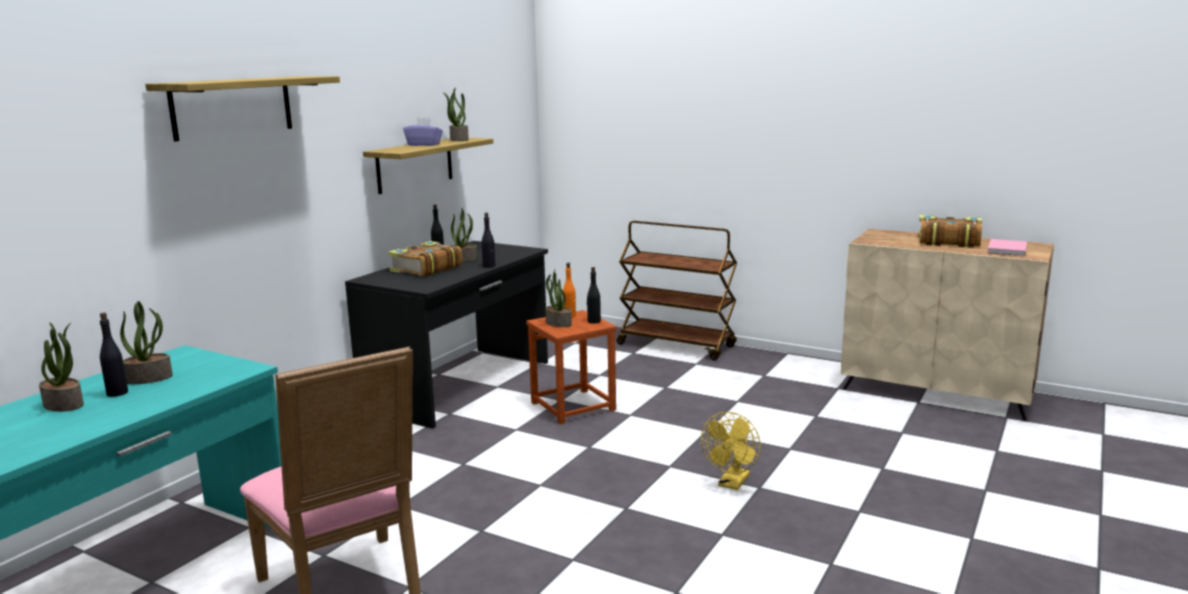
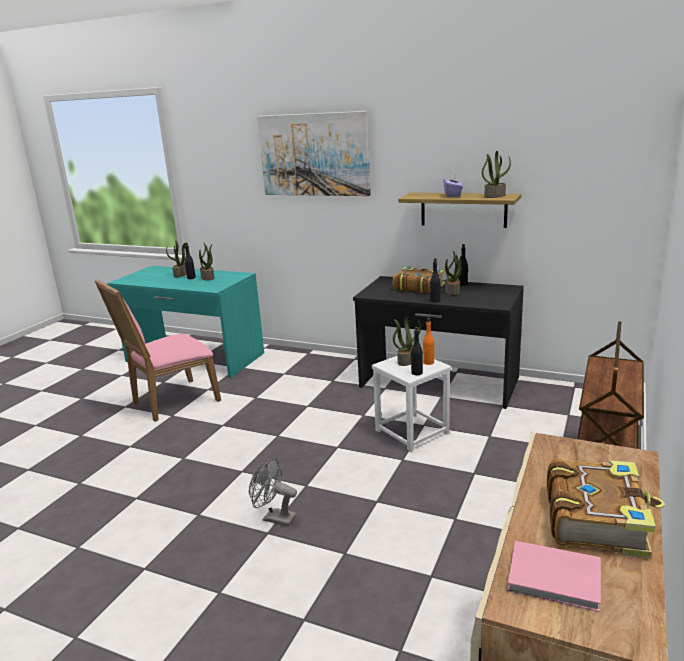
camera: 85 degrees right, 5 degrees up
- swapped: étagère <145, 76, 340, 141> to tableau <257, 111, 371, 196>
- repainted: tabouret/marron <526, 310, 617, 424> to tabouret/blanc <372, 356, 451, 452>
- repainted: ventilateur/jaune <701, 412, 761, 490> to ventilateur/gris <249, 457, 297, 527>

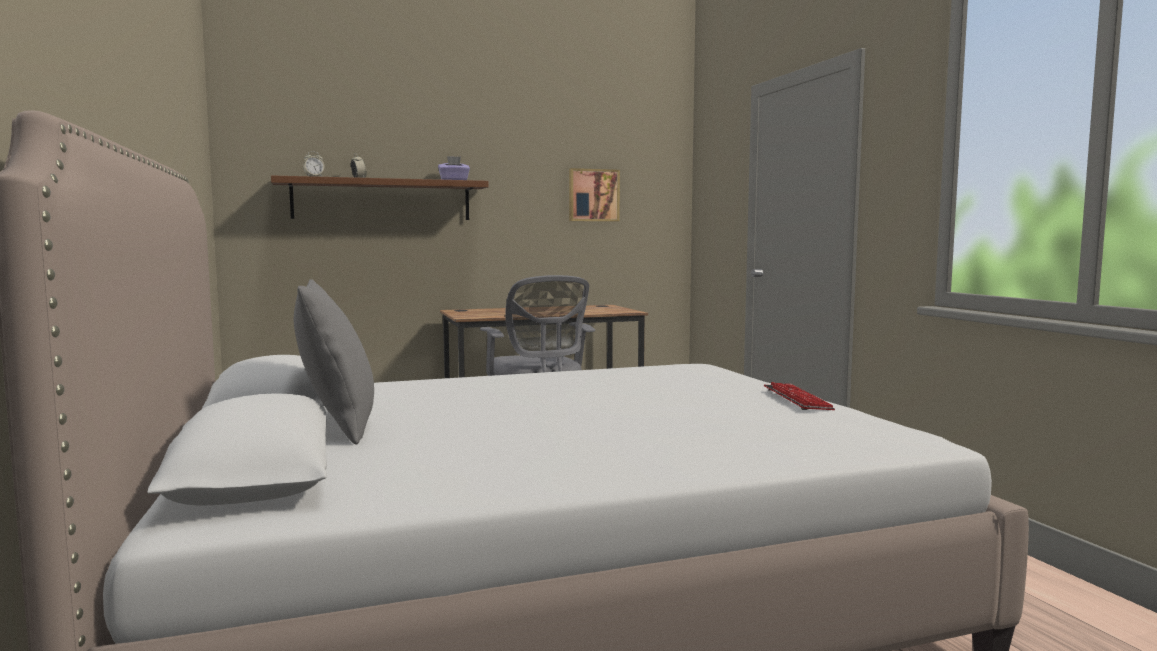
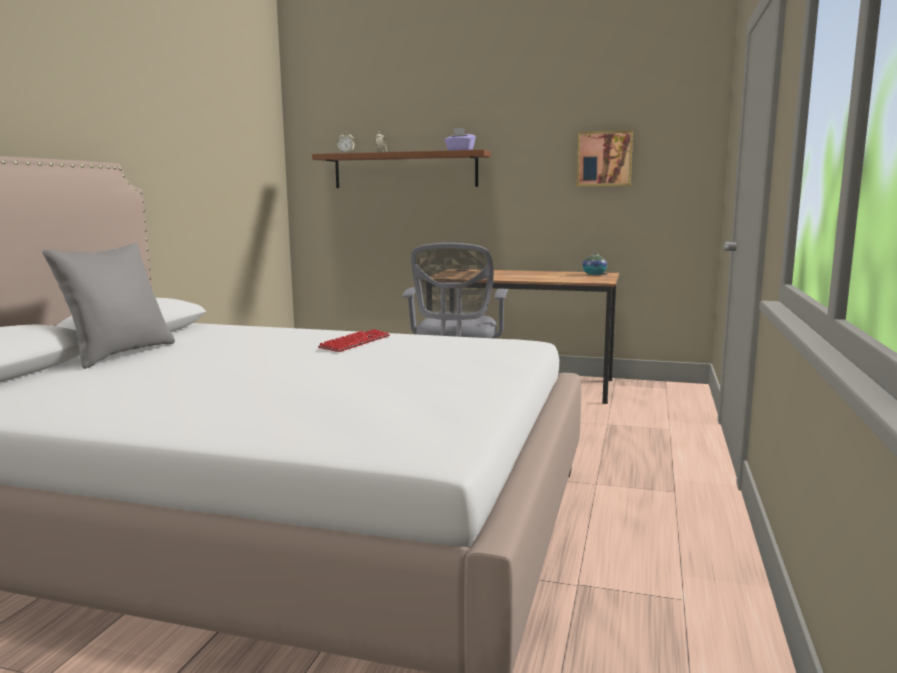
camera: 35 degrees right, 5 degrees up
- shifted: clavier <764, 382, 835, 410> to <318, 329, 390, 352>
- new: vase <582, 253, 607, 275>

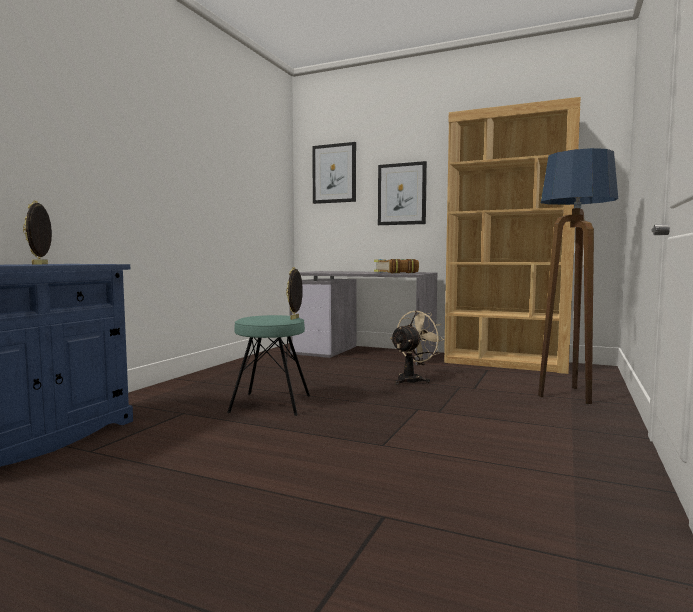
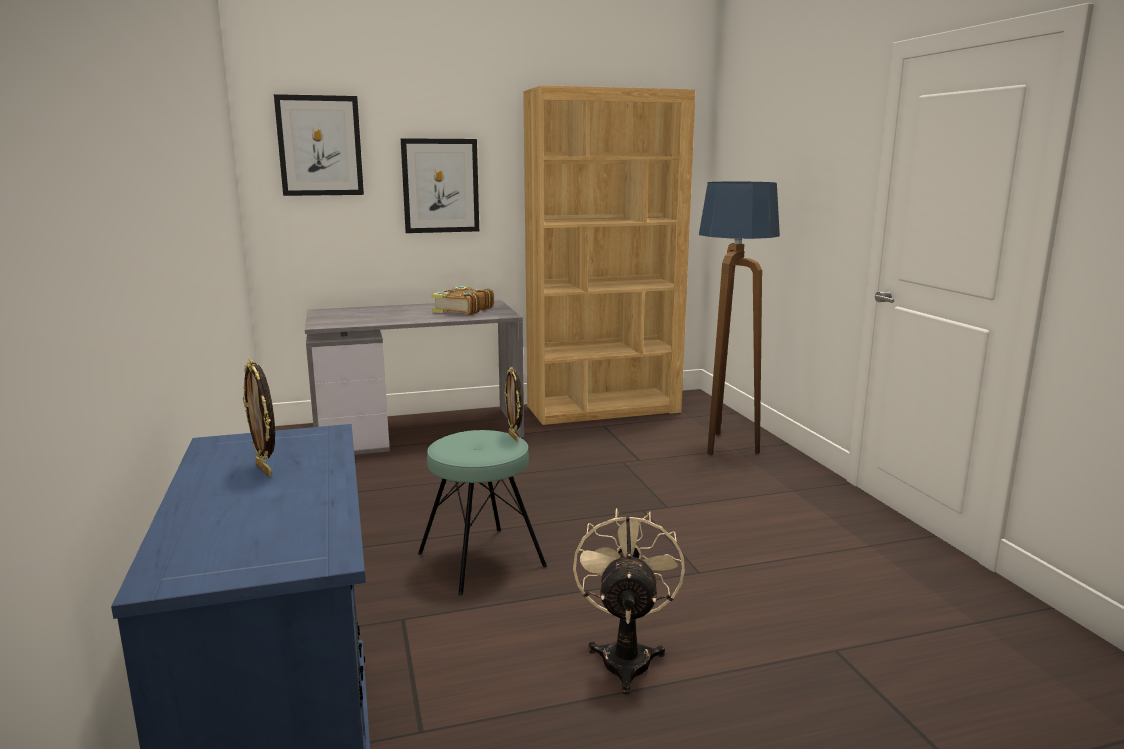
camera: 40 degrees left, 10 degrees up
- shifted: ventilateur/beige <390, 310, 445, 385> to <573, 508, 685, 694>

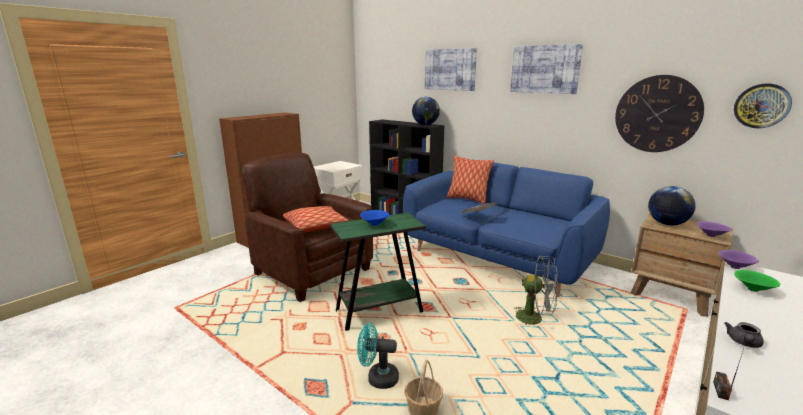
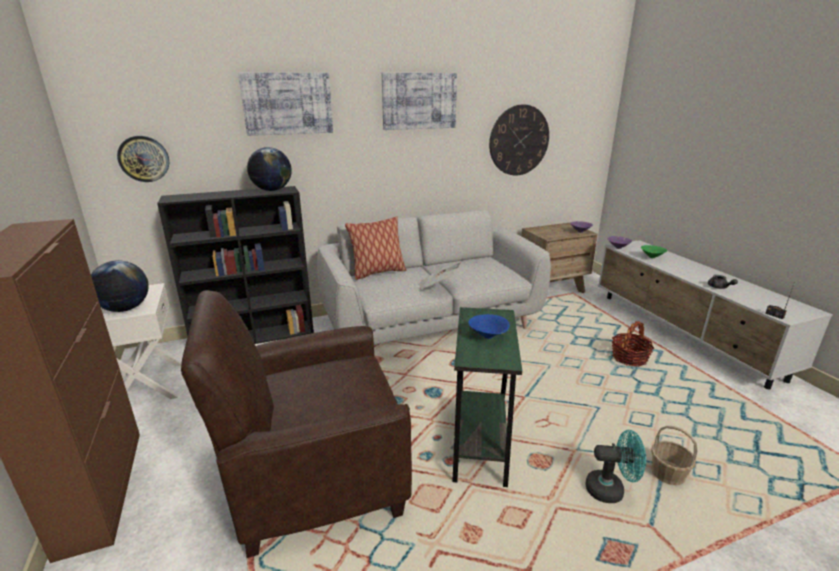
camera: 60 degrees left, 5 degrees up
- shifted: horloge murale <734, 83, 792, 128> to <117, 136, 169, 182>
- repainted: canapé/bleu <403, 159, 610, 297> to canapé/gris <317, 210, 551, 345>
- shifted: globe <648, 186, 696, 226> to <91, 260, 149, 312>
- gone: coussin <283, 206, 349, 232>
- gone: ventilateur/gris <515, 255, 558, 325>
- rotated: ventilateur/turquoise <357, 323, 399, 389> = <585, 430, 646, 503> 120 degrees counterclockwise
- new: panier <612, 321, 654, 367>

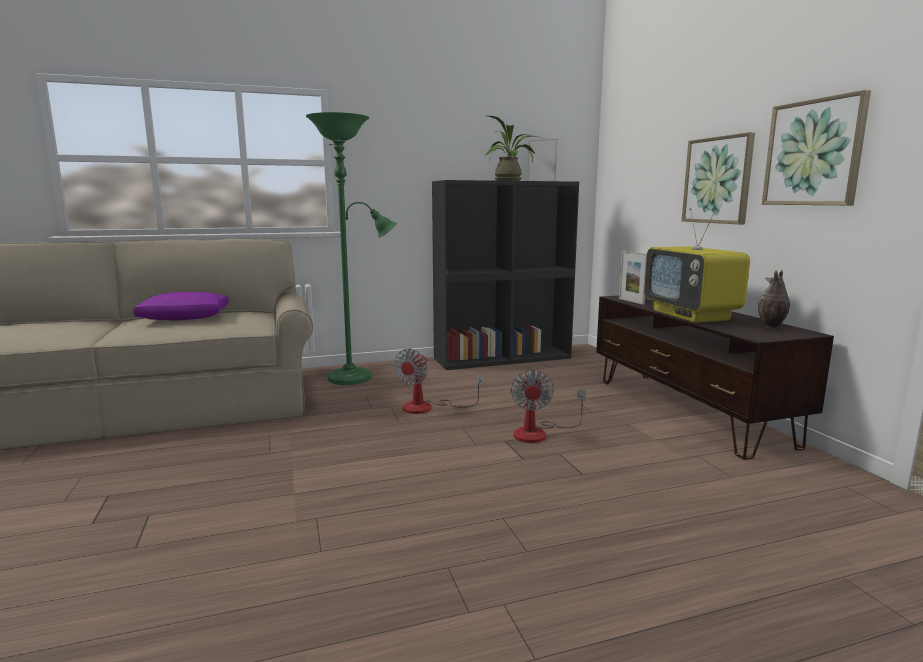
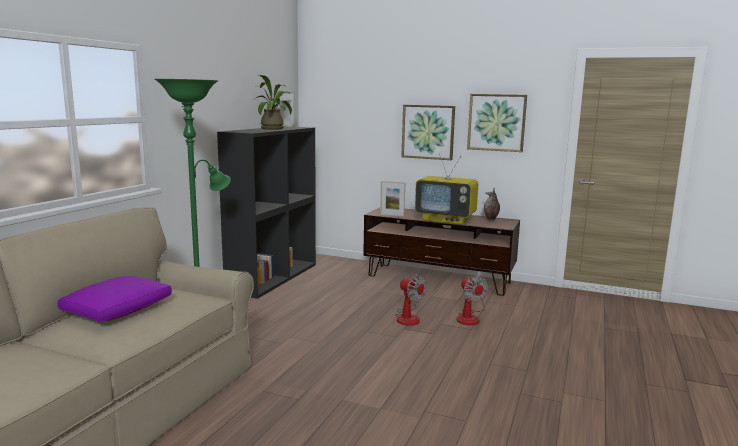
camera: 50 degrees left, 0 degrees up
- shifted: ventilateur <394, 349, 484, 414> to <457, 275, 488, 325>

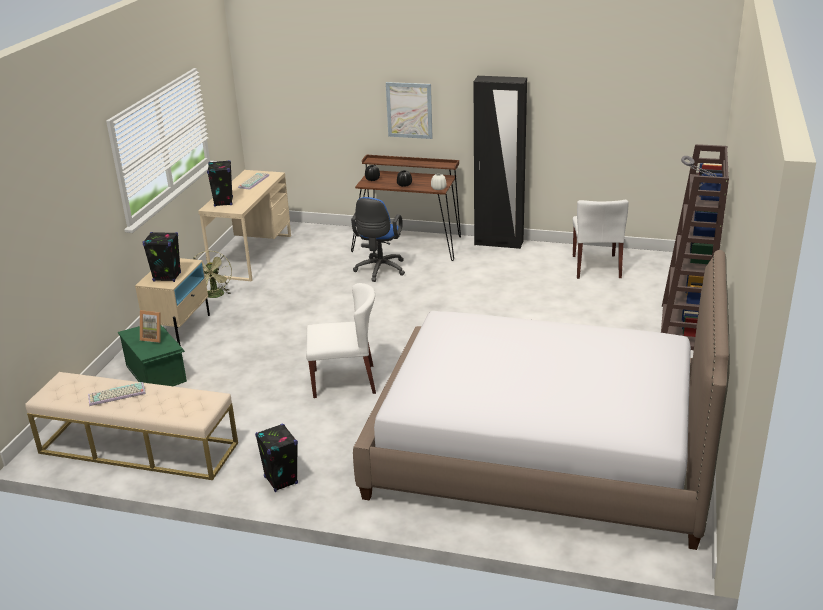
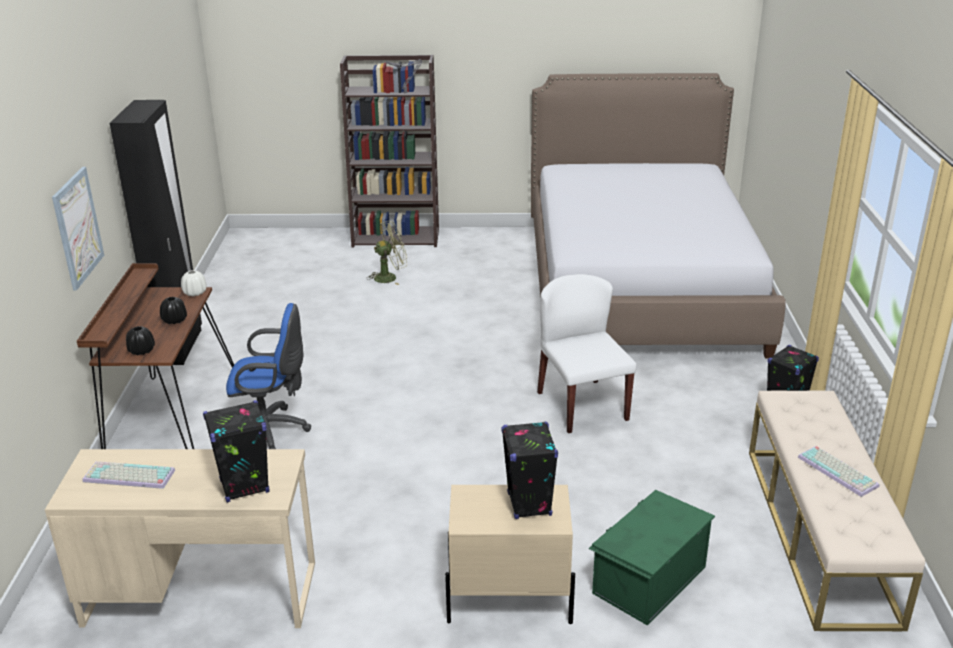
camera: 105 degrees left, 0 degrees up
- gone: chaise/blanc <573, 200, 629, 279>
- shifted: ventilateur/vert <193, 251, 232, 298> to <366, 221, 407, 285>
- gone: cadre photo <140, 310, 161, 343>

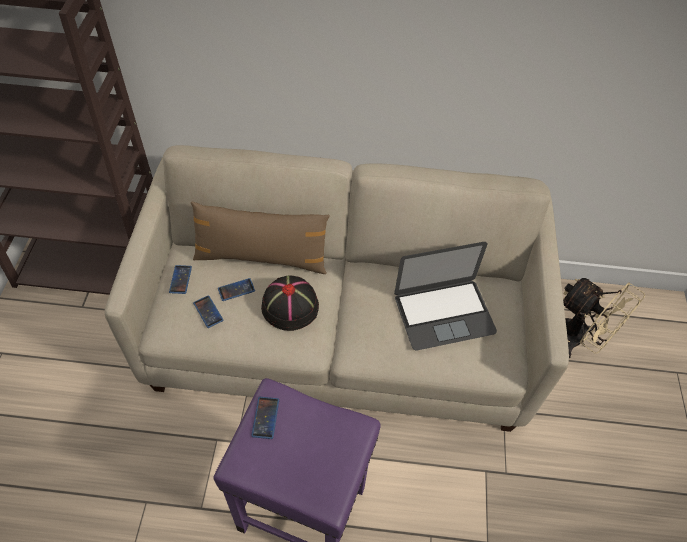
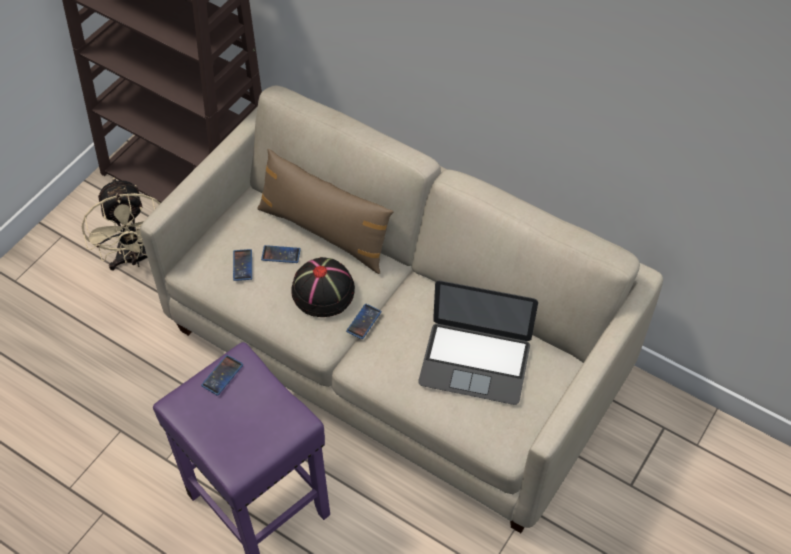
camera: 30 degrees right, 0 degrees up
- shifted: téléphone <169, 265, 192, 294> to <346, 304, 381, 339>
- shifted: ventilateur/beige <563, 278, 645, 358> to <81, 178, 161, 270>

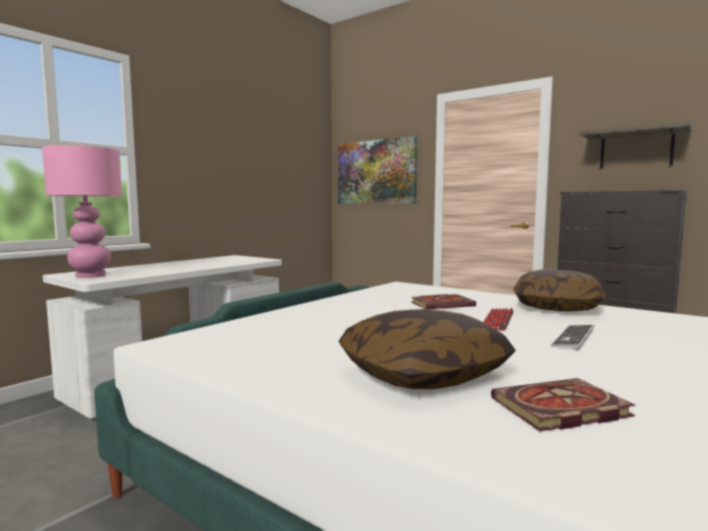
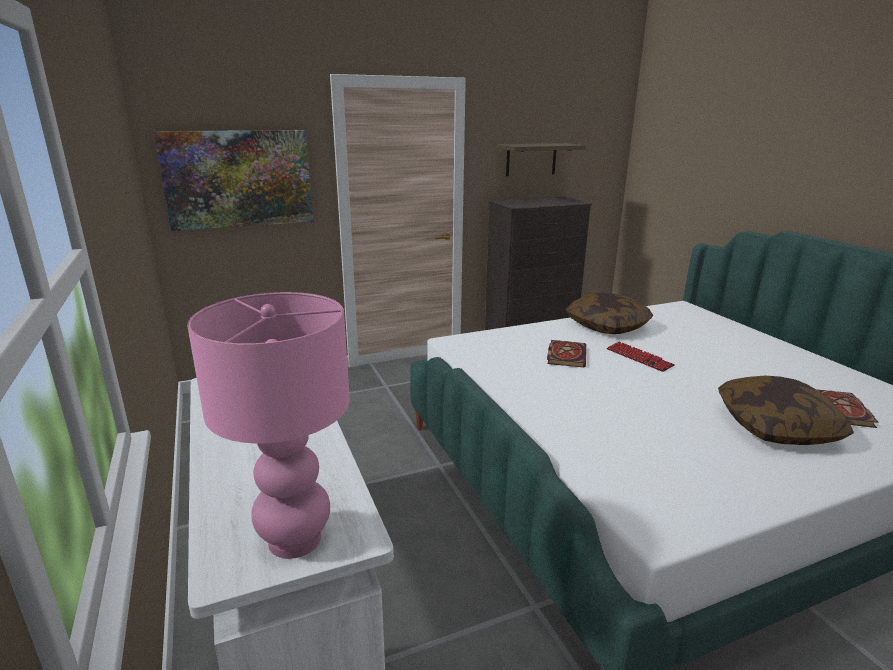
camera: 60 degrees left, 15 degrees up
- gone: clavier <551, 325, 594, 350>

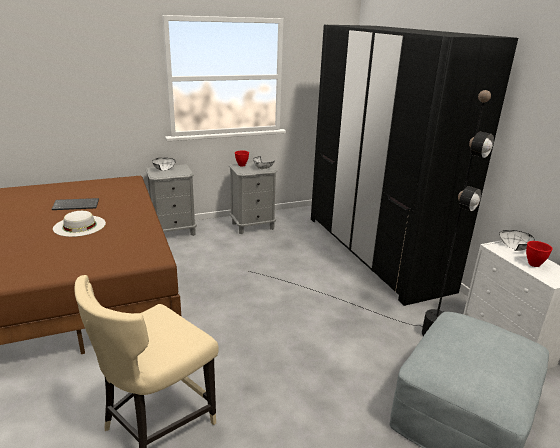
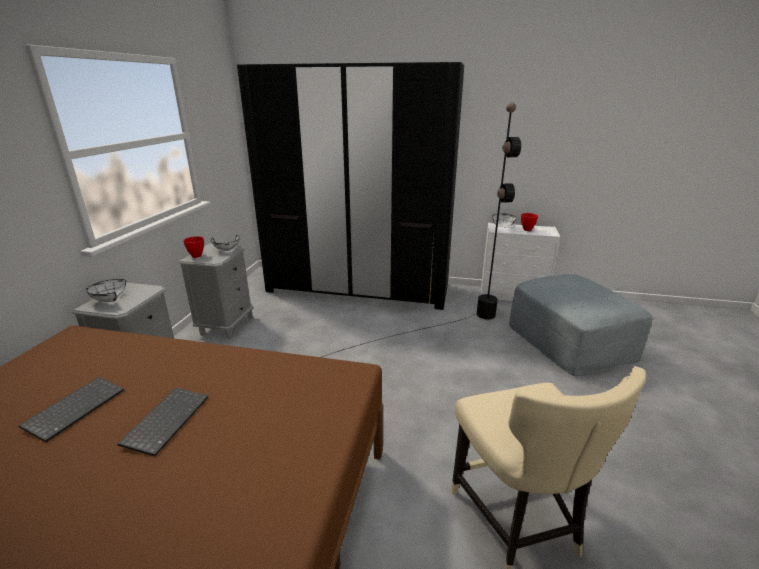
camera: 55 degrees left, 0 degrees up
- swapped: chapeau/blanc <53, 211, 106, 237> to clavier <117, 387, 208, 456>

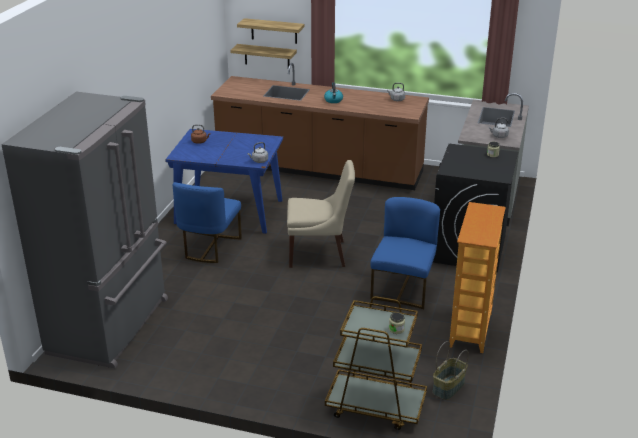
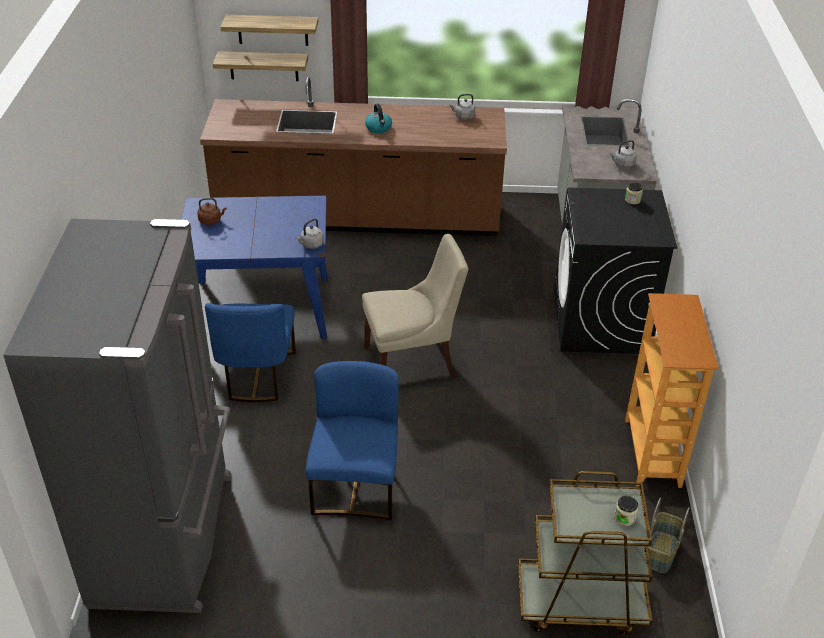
camera: 15 degrees left, 10 degrees up
- shifted: chaise/bleu <370, 197, 440, 309> to <306, 361, 399, 520>

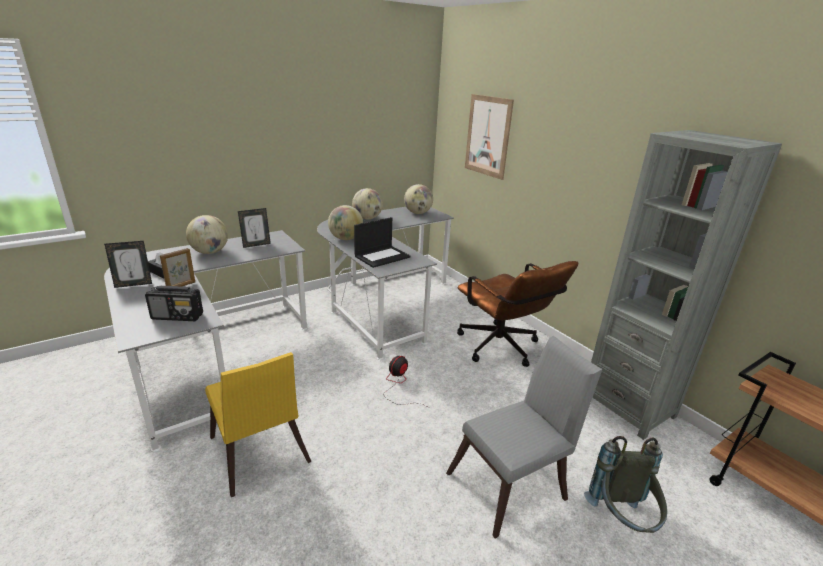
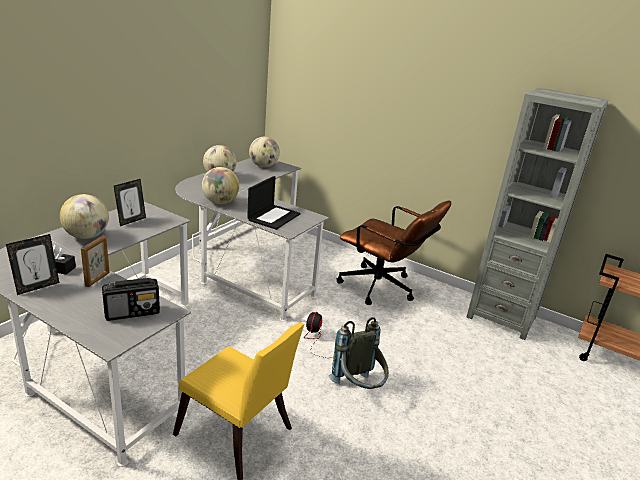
camera: 25 degrees left, 0 degrees up
- gone: tableau <465, 94, 514, 180>
- gone: chaise/gris <446, 336, 602, 538>
- shifted: sac à dos/gris <584, 436, 667, 533> to <329, 317, 389, 389>

